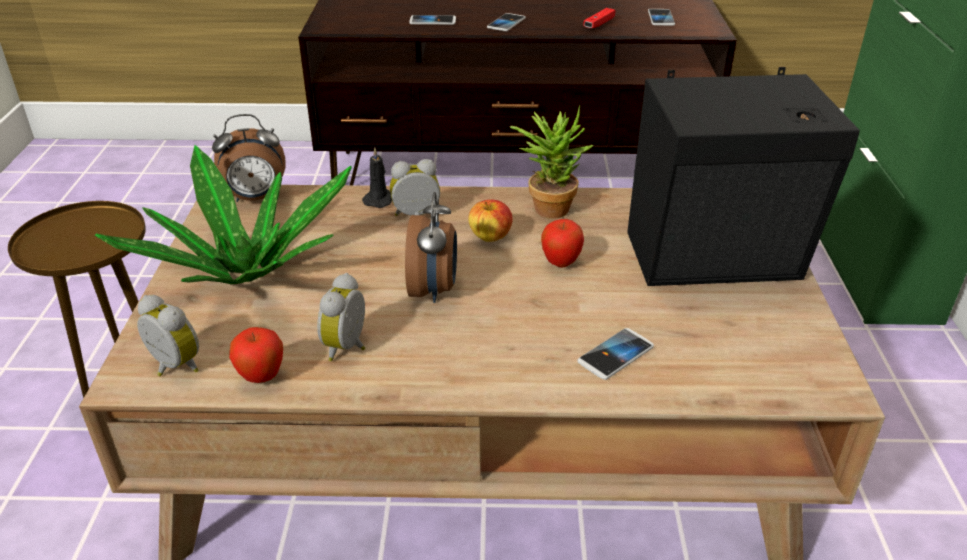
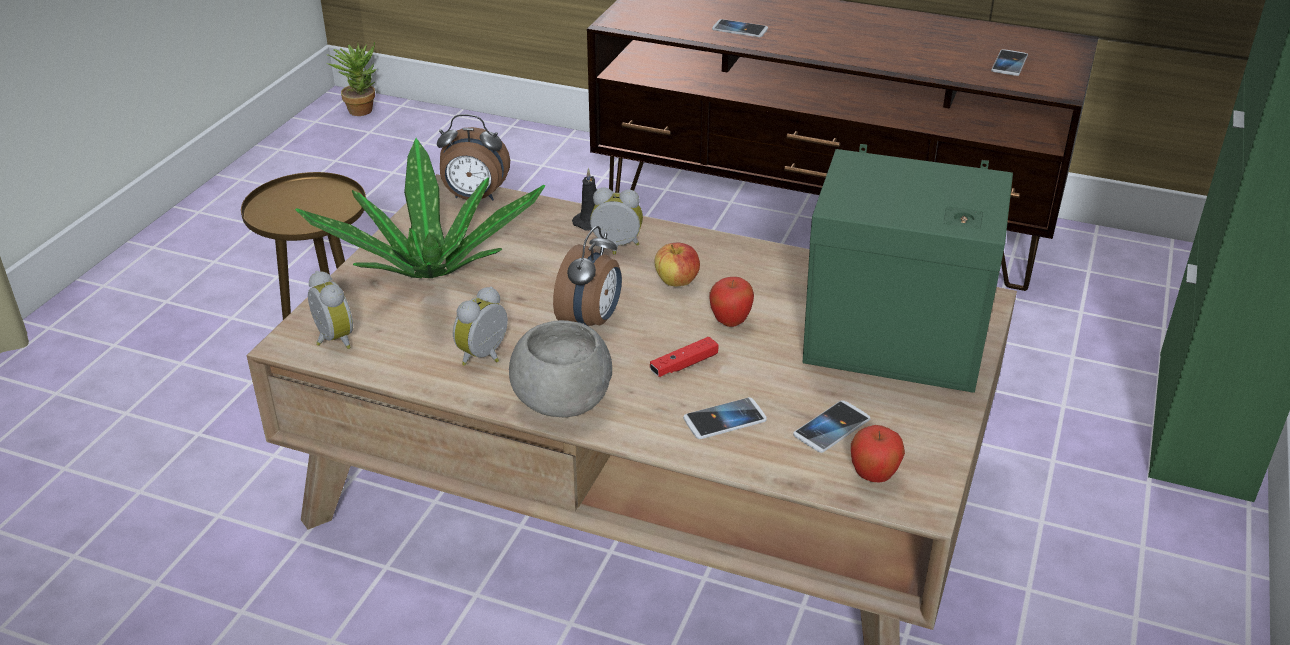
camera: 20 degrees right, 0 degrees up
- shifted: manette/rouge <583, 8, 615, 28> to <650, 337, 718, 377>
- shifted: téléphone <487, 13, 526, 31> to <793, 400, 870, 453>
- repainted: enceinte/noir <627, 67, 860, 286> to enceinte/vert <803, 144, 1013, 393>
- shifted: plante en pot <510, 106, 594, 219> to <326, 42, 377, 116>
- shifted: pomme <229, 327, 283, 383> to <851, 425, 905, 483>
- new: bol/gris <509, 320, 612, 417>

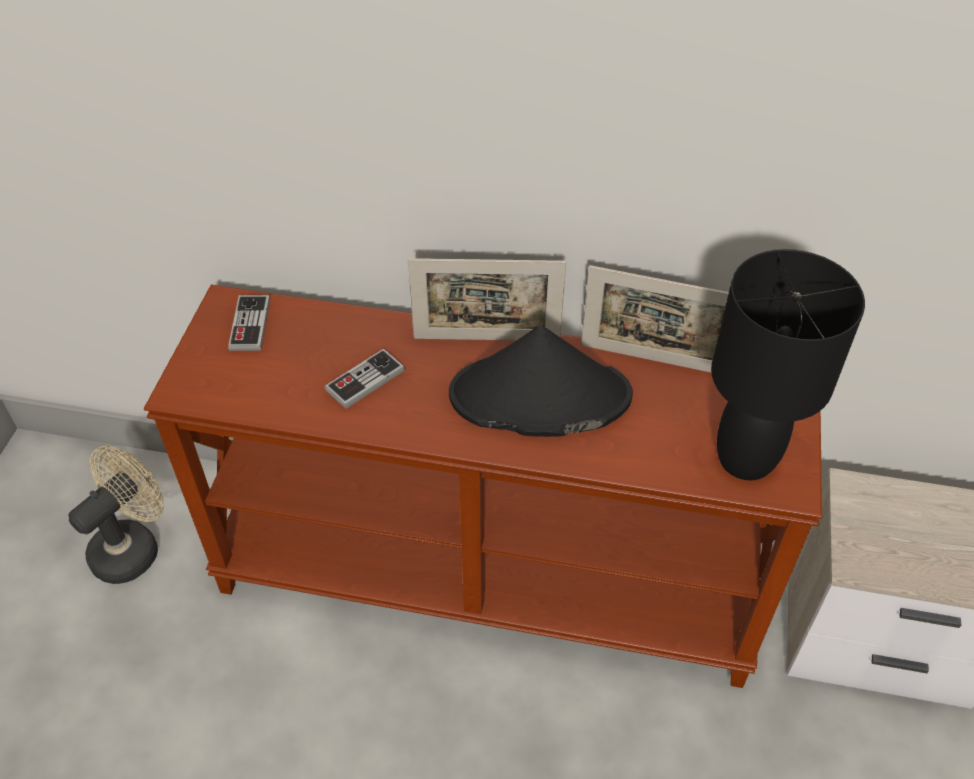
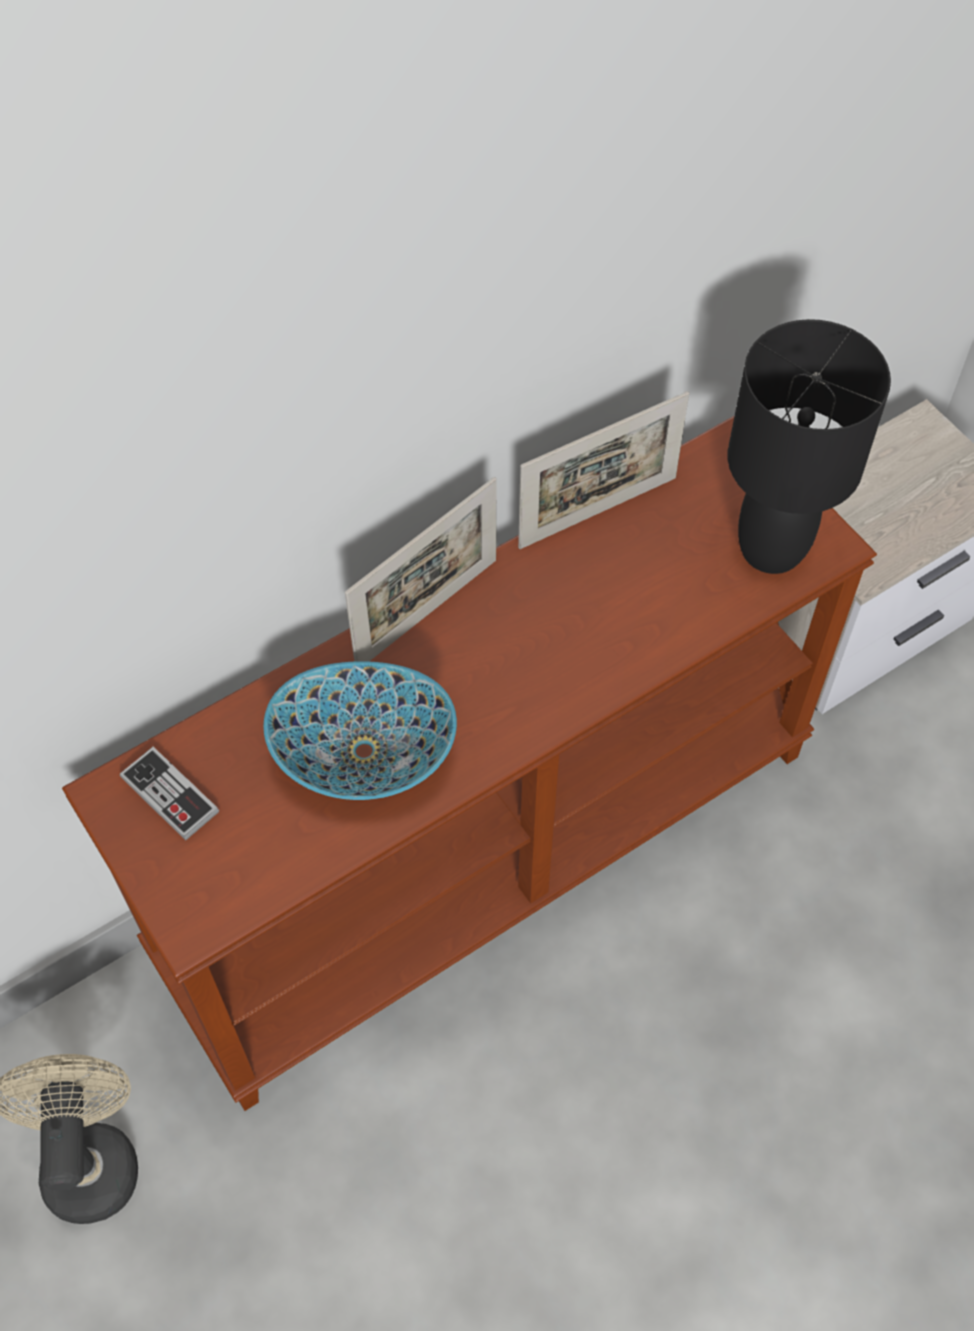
camera: 45 degrees left, 10 degrees up
- gone: chapeau/noir <449, 325, 633, 437>
- swapped: manette <325, 349, 405, 409> to bol <263, 661, 457, 800>

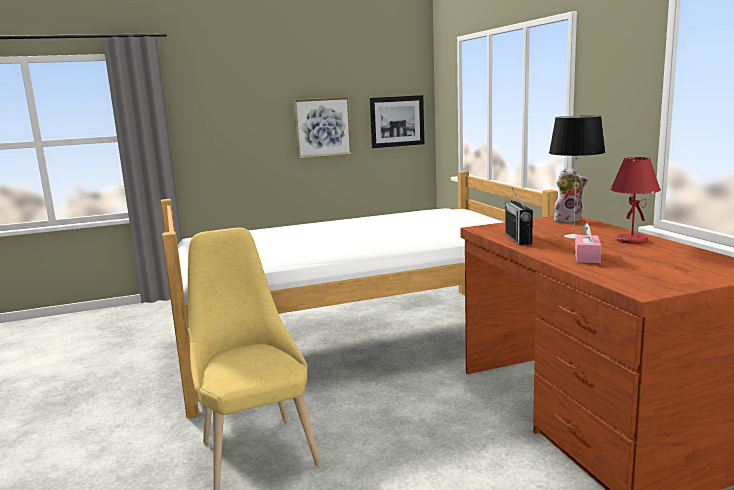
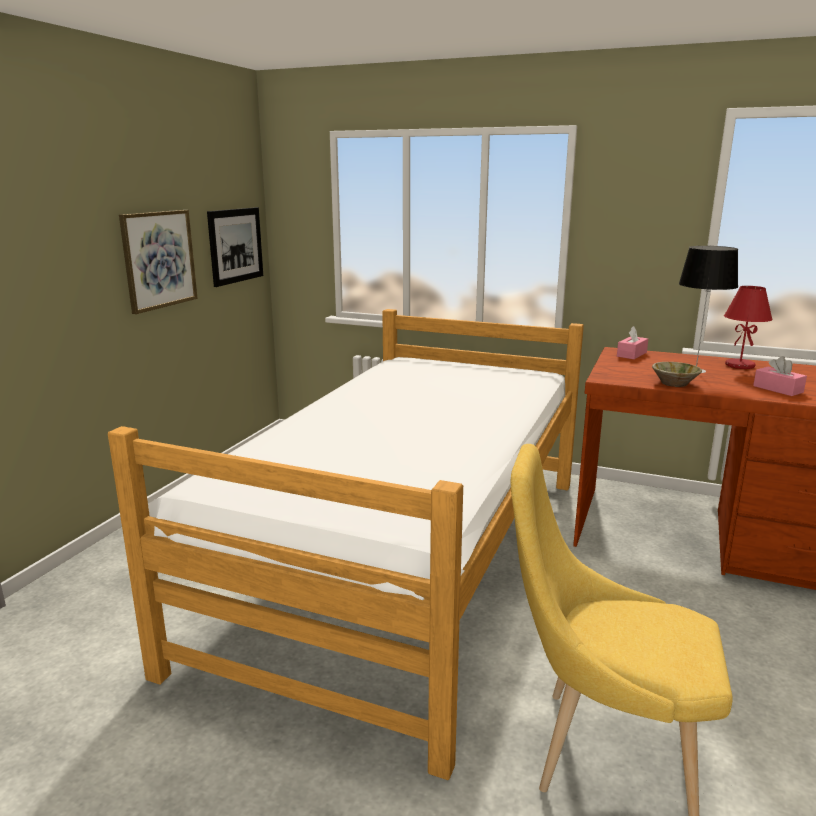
camera: 50 degrees left, 5 degrees up
- swapped: peluche <554, 168, 588, 223> to boîte à mouchoirs/rose <617, 326, 648, 359>
- swapped: radio <505, 188, 533, 245> to bol/beige <652, 362, 702, 387>

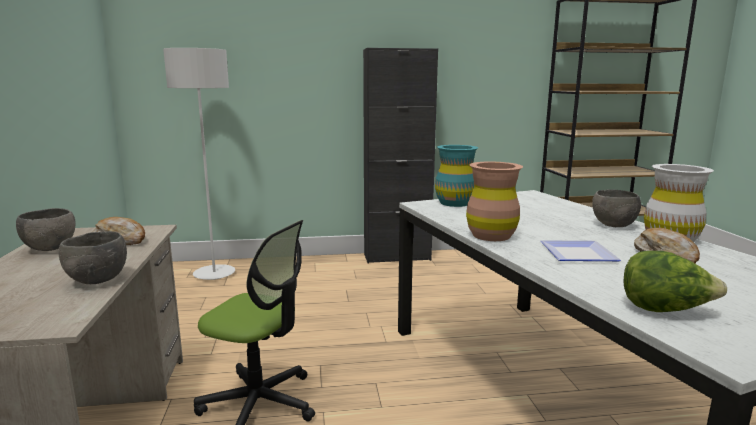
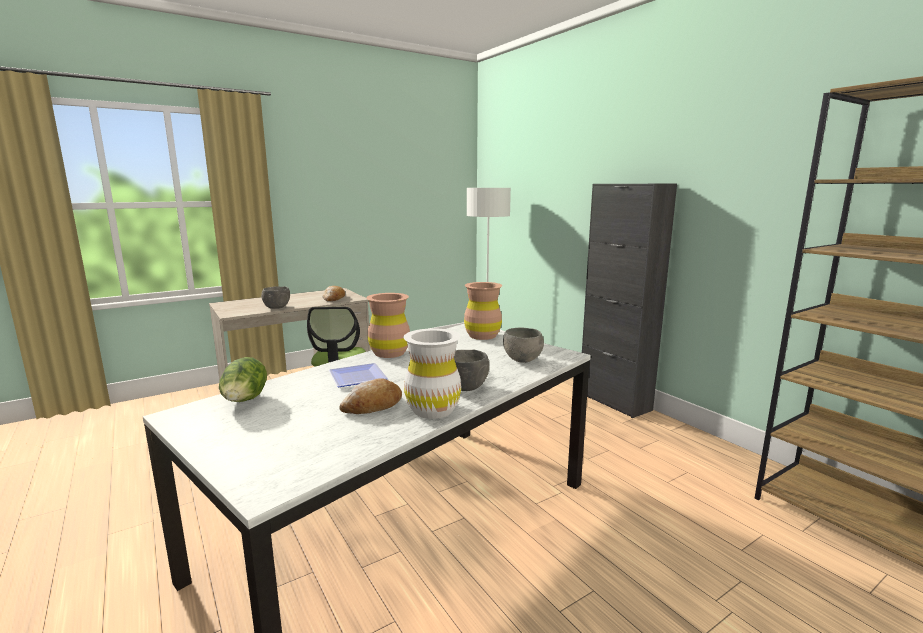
camera: 65 degrees right, 0 degrees up
- repainted: vase/turquoise <435, 145, 478, 207> to vase/marron <464, 282, 502, 340>
- shifted: bol/gris <16, 208, 76, 251> to <503, 328, 544, 363>

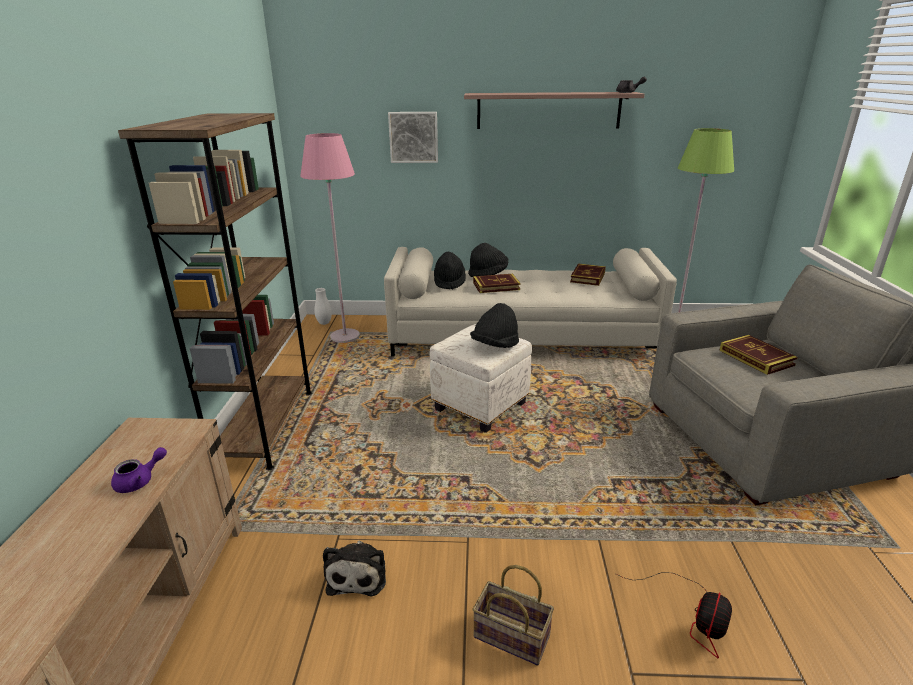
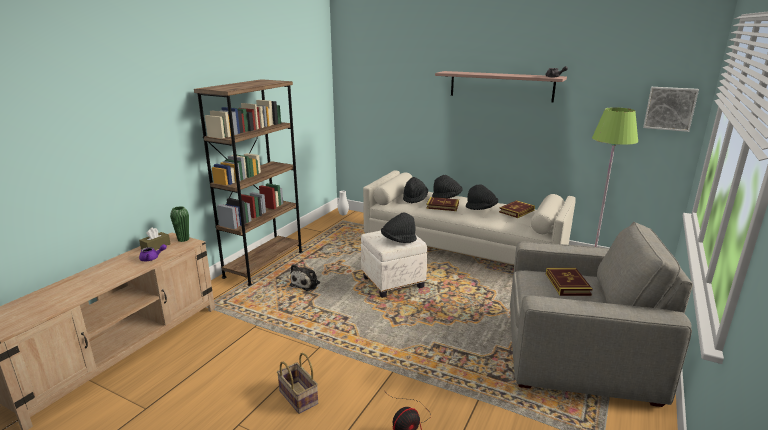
camera: 25 degrees right, 5 degrees down
- shifted: tableau <388, 112, 438, 163> to <643, 87, 699, 132>
- gone: lampadaire/rose <300, 133, 360, 343>
- shifted: peluche <323, 541, 386, 597> to <290, 264, 320, 291>
- new: chapeau/noir <466, 184, 498, 210>
- new: vase/vert <170, 206, 189, 242>
- new: boîte à mouchoirs/marron <139, 227, 171, 250>

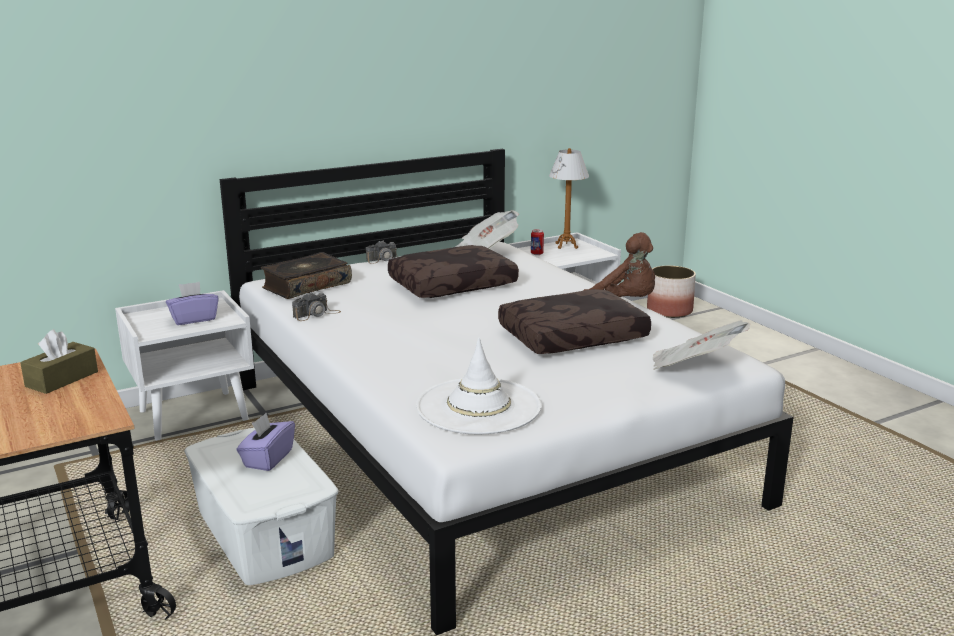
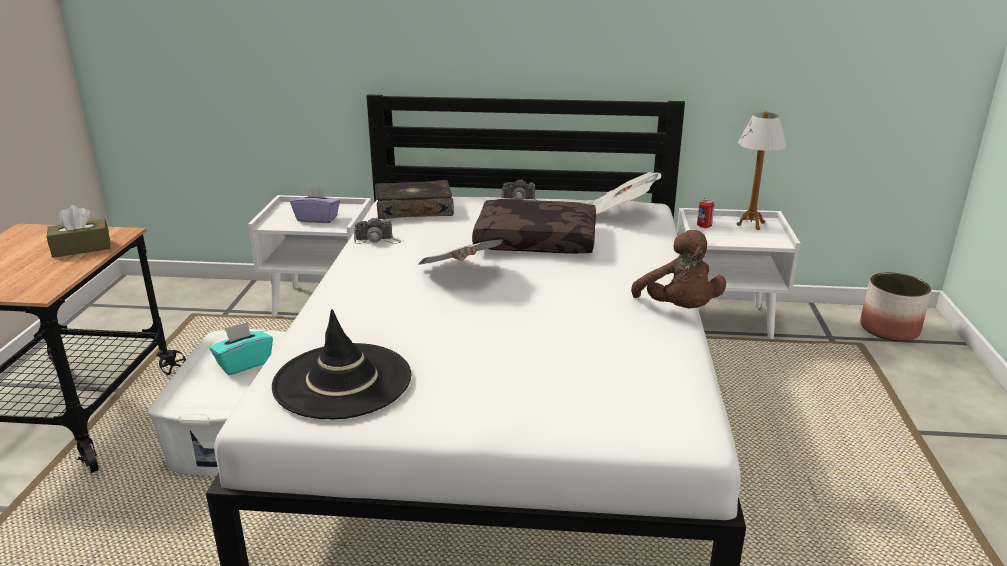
camera: 35 degrees right, 5 degrees up
- gone: coussin/marron <498, 289, 651, 354>
- shifted: journal <653, 320, 750, 370> to <418, 240, 503, 265>
- repainted: chapeau/blanc <416, 338, 541, 434> to chapeau/noir <272, 309, 412, 419>
- repainted: boîte à mouchoirs/violet <237, 413, 295, 471> to boîte à mouchoirs/turquoise <210, 322, 273, 376>

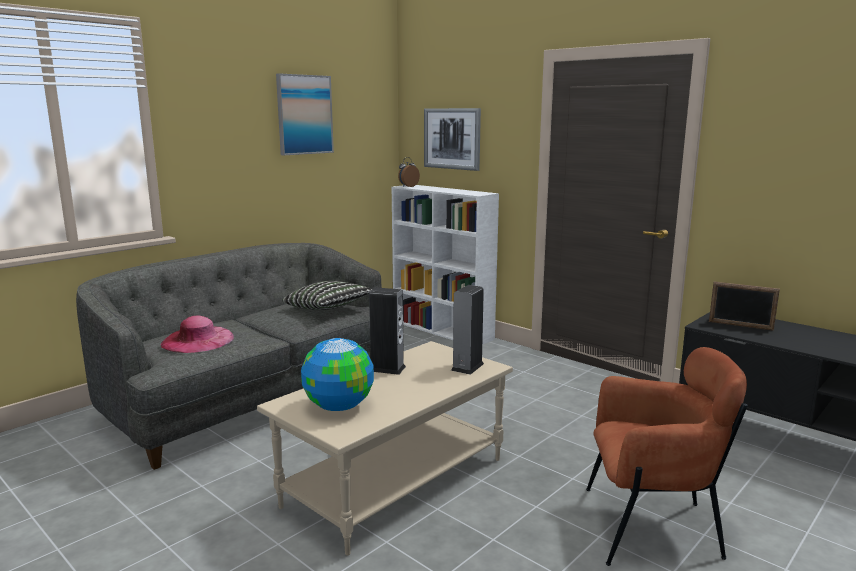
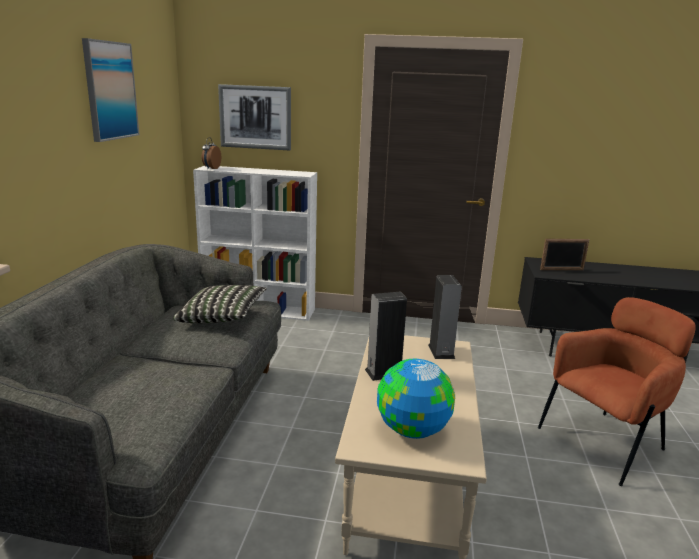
camera: 35 degrees left, 5 degrees up
- gone: chapeau/rose <160, 315, 234, 353>

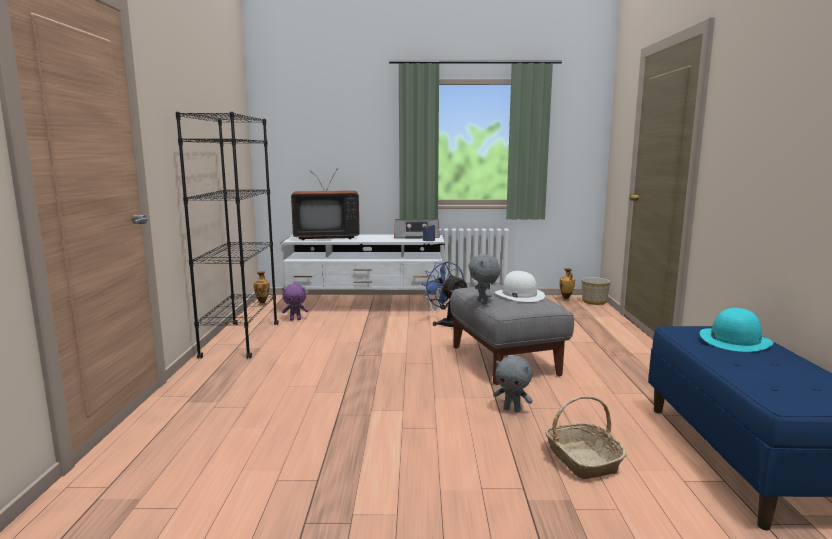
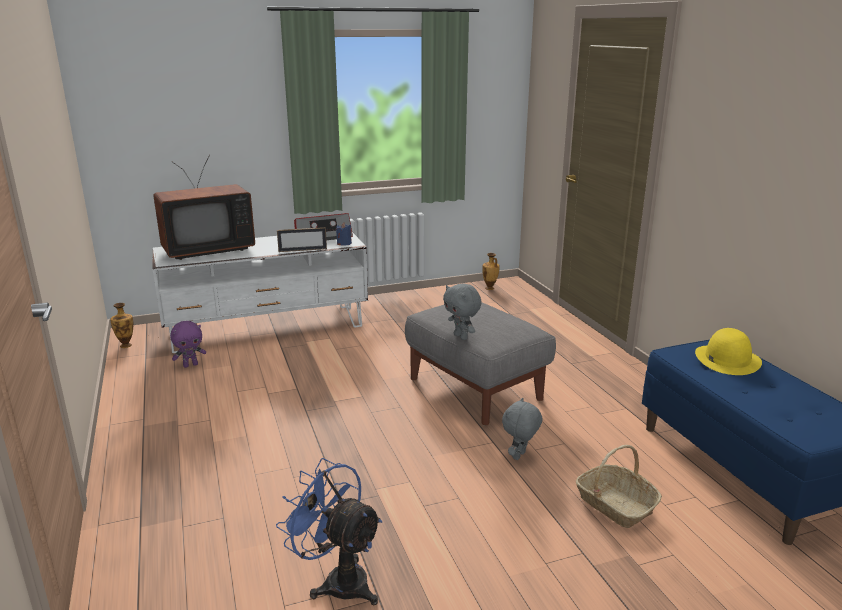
camera: 20 degrees left, 10 degrees up
- gone: bibliothèque/noir <175, 112, 279, 359>
- shifted: ventilateur/bleu <421, 262, 468, 327> to <276, 458, 382, 605>
- gone: chapeau/blanc <495, 271, 545, 302>
- gone: cache-pot <582, 277, 610, 305>
- repainted: chapeau/turquoise <700, 308, 773, 352> to chapeau/jaune <695, 328, 762, 375>
- rotated: peluche/gris <493, 356, 533, 413> = <502, 398, 542, 460> 120 degrees clockwise
- new: cadre photo <277, 227, 327, 252>

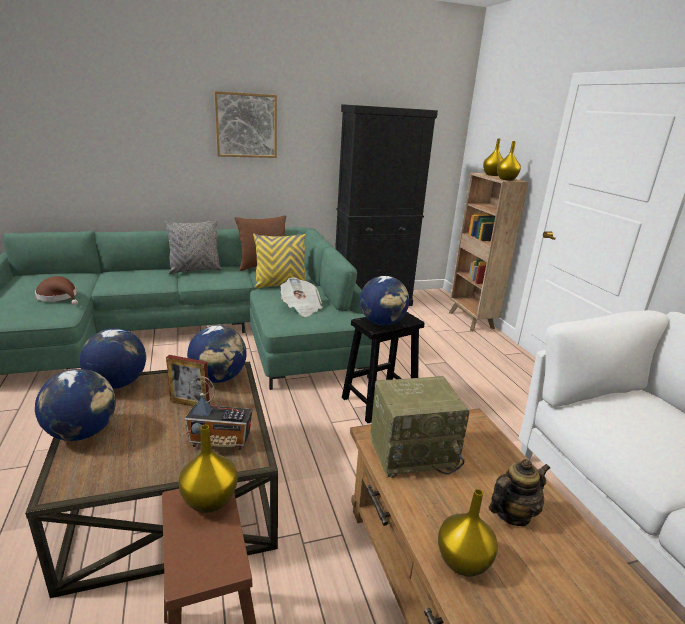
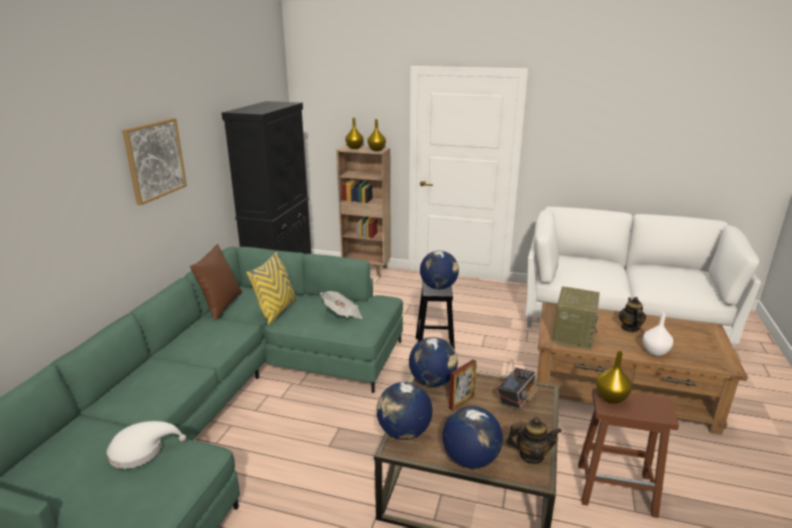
camera: 55 degrees left, 0 degrees up
- gone: coussin/gris <165, 220, 222, 274>
- repainted: chapeau/marron <35, 276, 78, 305> to chapeau/blanc <107, 421, 186, 469>
- repainted: vase/jaune <438, 489, 498, 577> to vase/blanc <643, 312, 673, 356>
- new: théière <506, 417, 562, 464>

